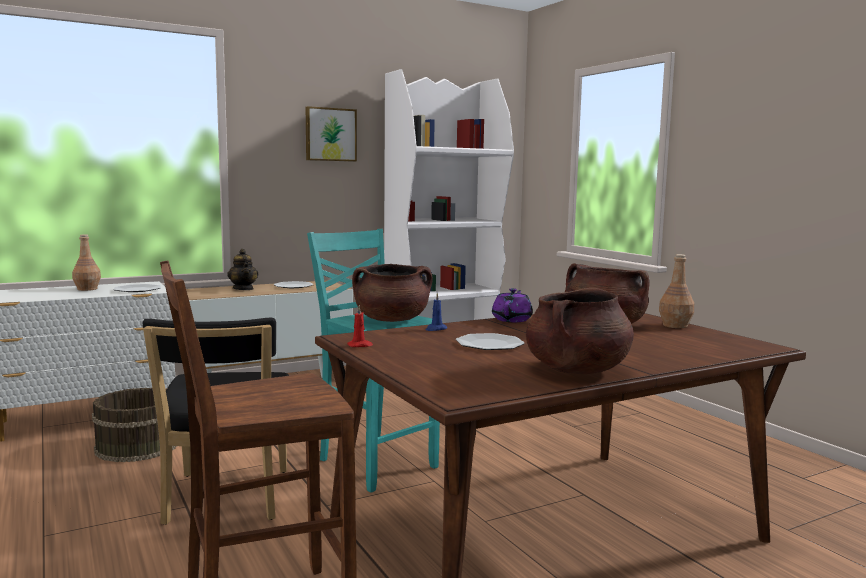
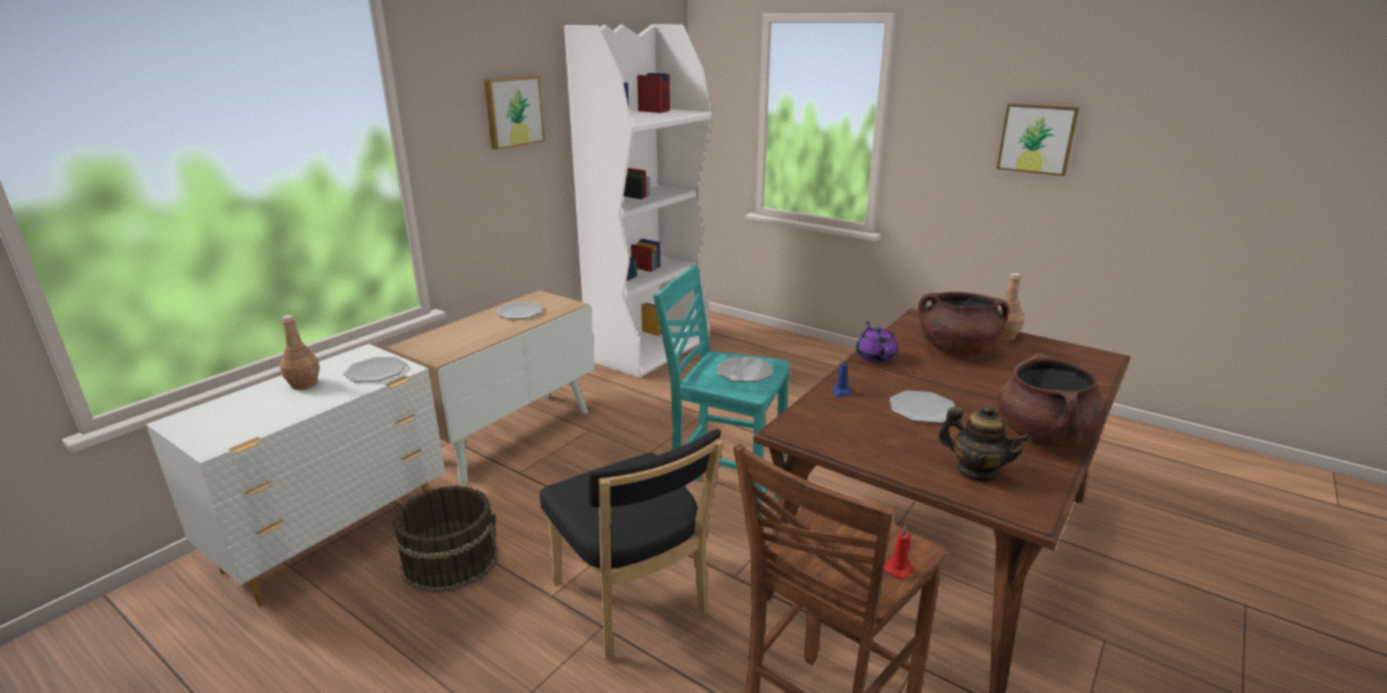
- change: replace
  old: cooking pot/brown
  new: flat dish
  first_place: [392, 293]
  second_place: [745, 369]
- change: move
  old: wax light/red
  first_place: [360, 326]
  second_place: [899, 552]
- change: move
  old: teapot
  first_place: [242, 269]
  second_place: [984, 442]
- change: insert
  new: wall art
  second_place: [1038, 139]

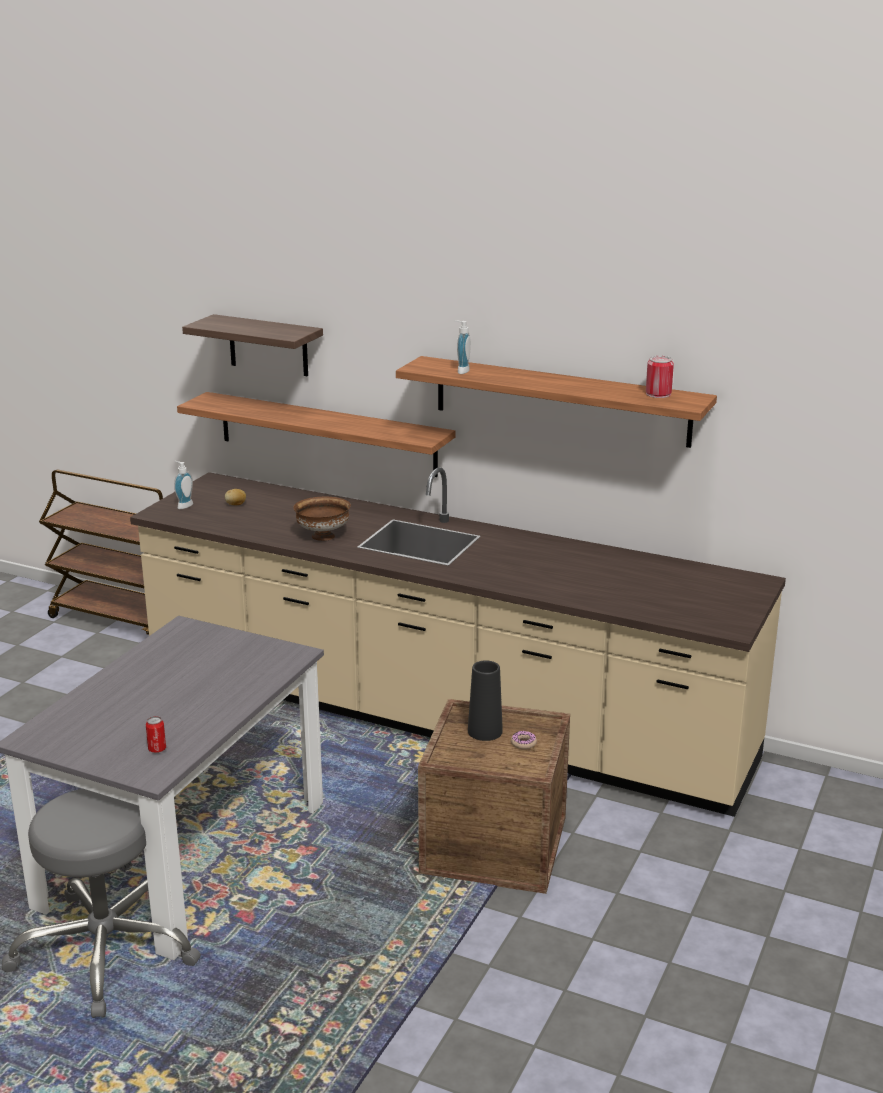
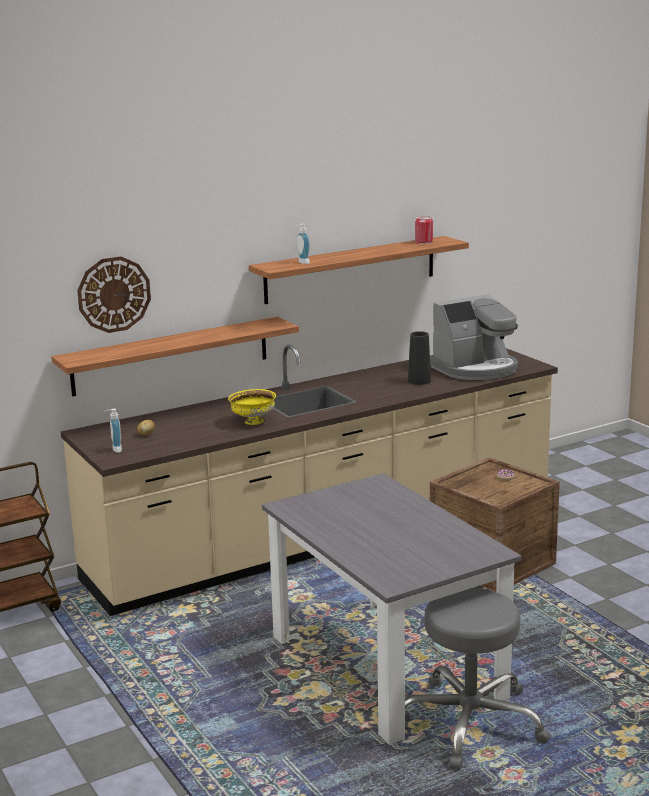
- change: replace
  old: bracket shelf
  new: wall clock
  first_place: [252, 345]
  second_place: [114, 294]
- change: recolor
  old: deep dish/brown
  new: deep dish/yellowish
  first_place: [322, 519]
  second_place: [252, 407]
- change: move
  old: flower vase/black
  first_place: [485, 700]
  second_place: [419, 358]
- change: insert
  new: coffee brewer
  second_place: [474, 337]
- change: delete
  old: can
  first_place: [156, 734]

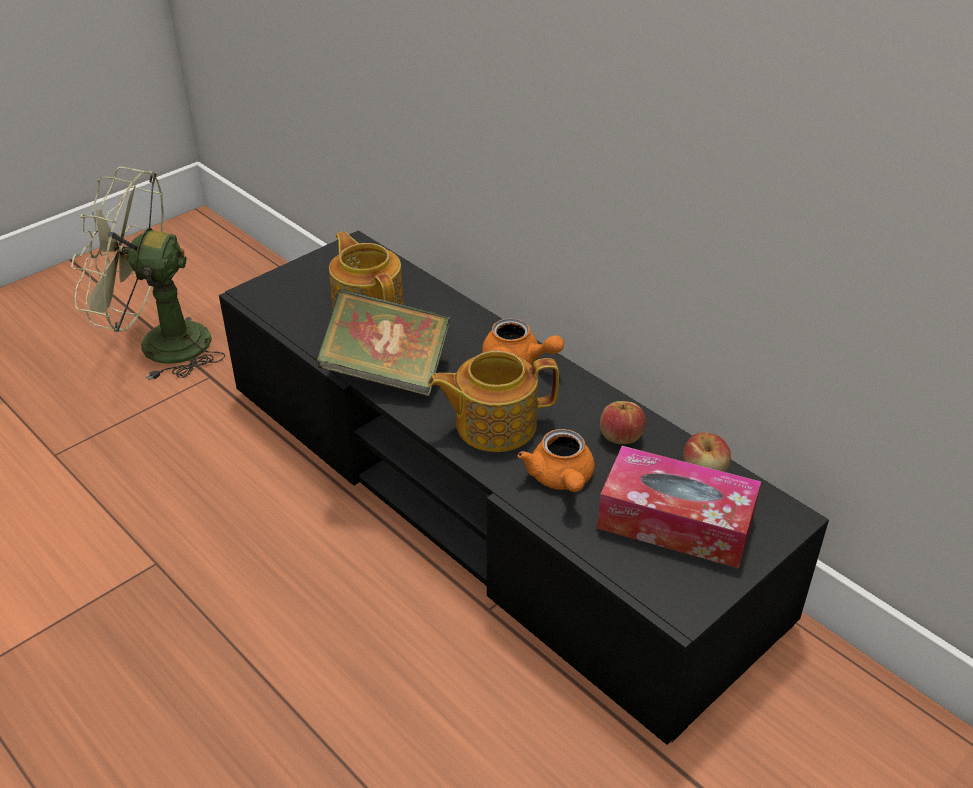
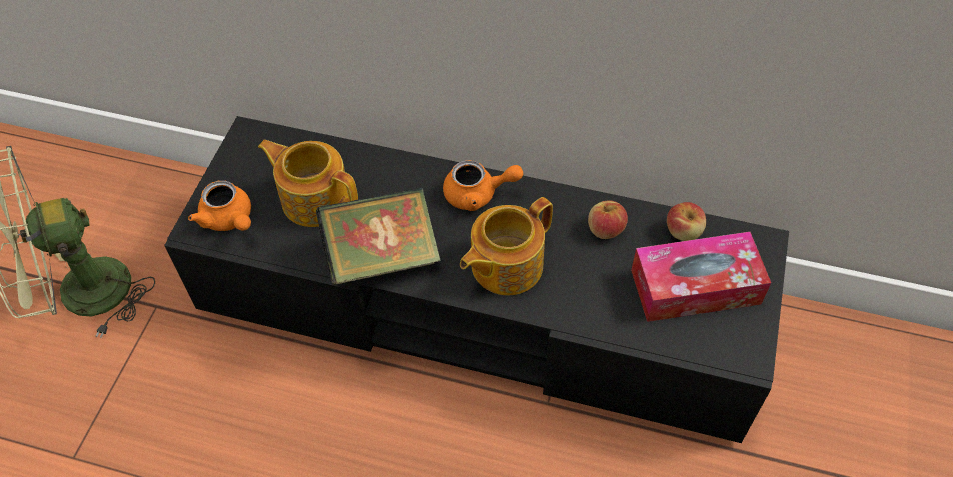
- change: move
  old: teapot/orange
  first_place: [556, 460]
  second_place: [219, 205]

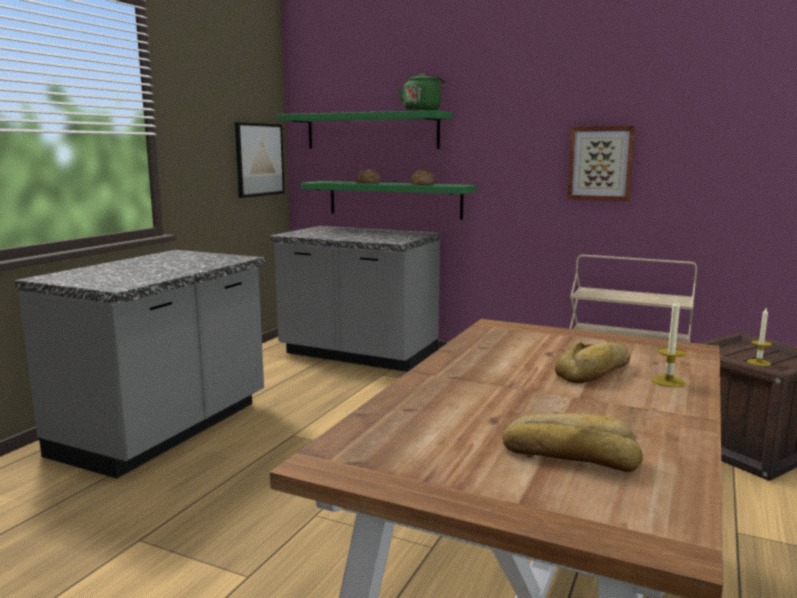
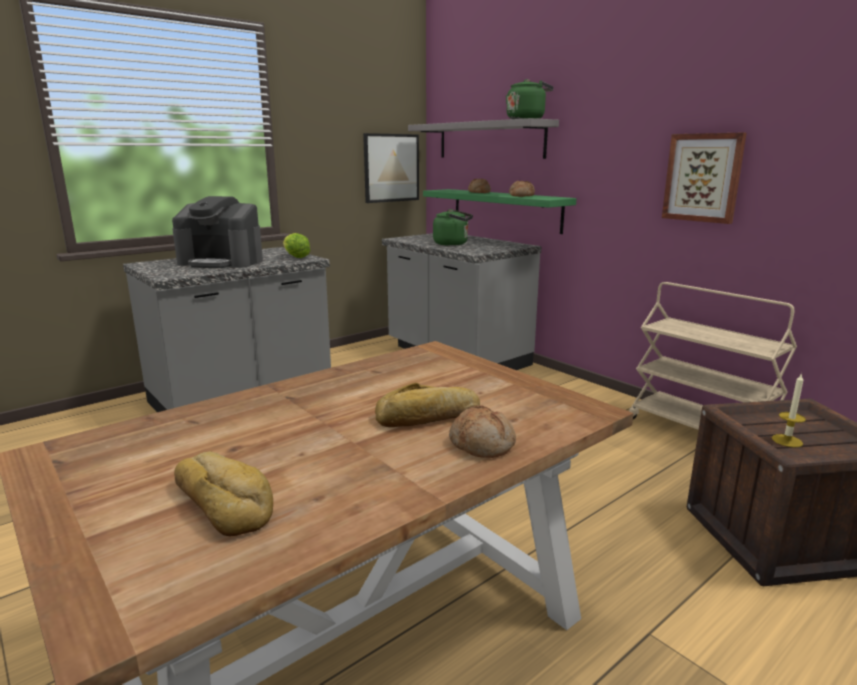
- change: insert
  new: coffee brewer
  second_place: [217, 232]
- change: insert
  new: head of lettuce
  second_place: [296, 245]
- change: recolor
  old: bracket shelf/green-coloured
  new: bracket shelf/gray
  first_place: [365, 129]
  second_place: [483, 138]
- change: insert
  new: water kettle/green-coloured
  second_place: [453, 227]
- change: replace
  old: wax light
  new: bakery bread
  first_place: [669, 343]
  second_place: [482, 432]

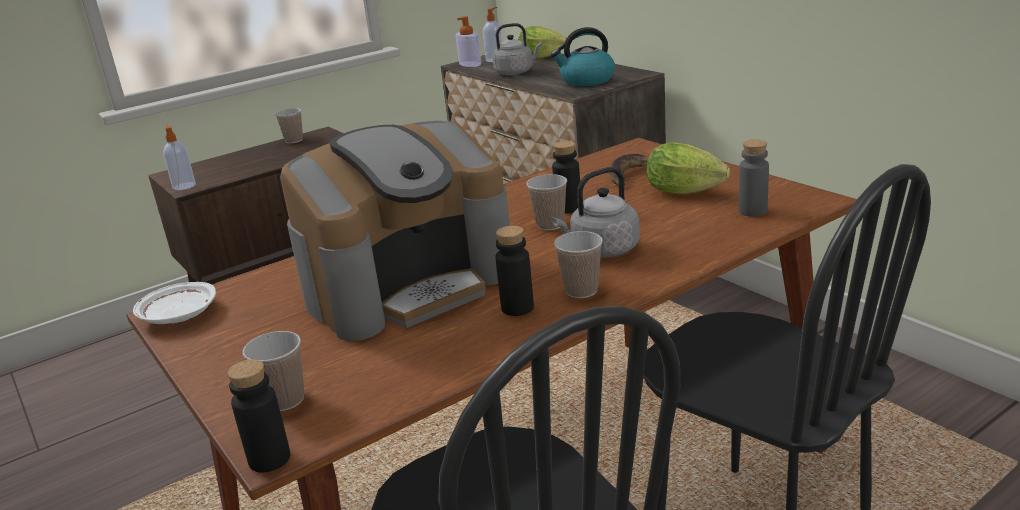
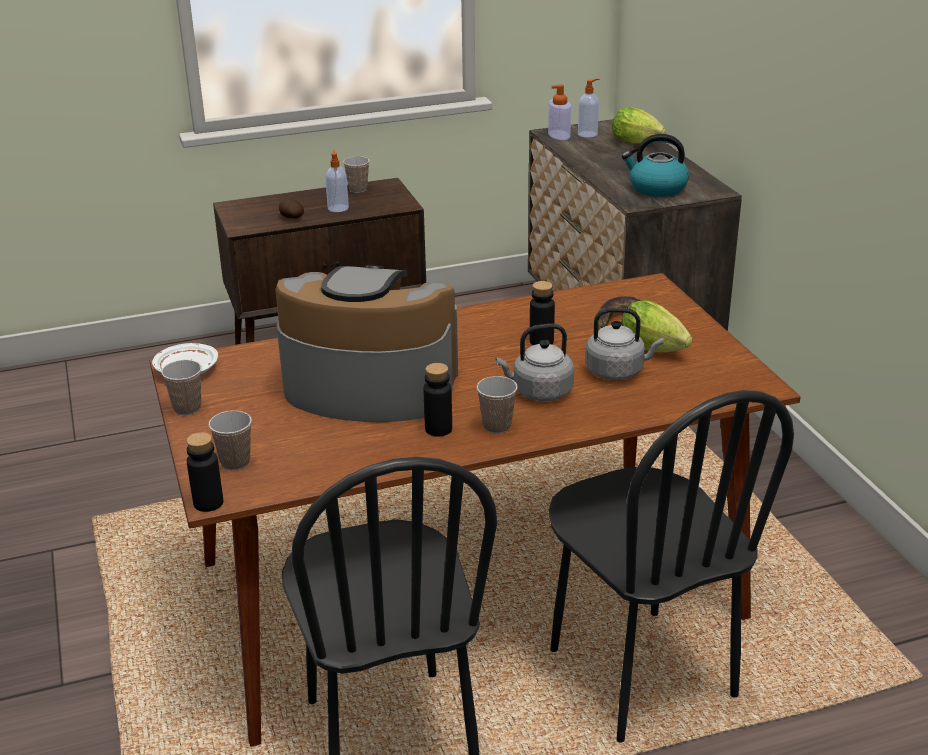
- change: move
  old: small cup
  first_place: [546, 202]
  second_place: [181, 387]
- change: rotate
  old: coffee brewer
  first_place: [395, 231]
  second_place: [366, 343]
  degrees: -150
- change: insert
  new: potato
  second_place: [291, 208]
- change: move
  old: soap dispenser
  first_place: [179, 157]
  second_place: [337, 181]
- change: move
  old: water kettle/gray
  first_place: [517, 49]
  second_place: [624, 343]
- change: delete
  old: bottle/gray
  first_place: [754, 178]

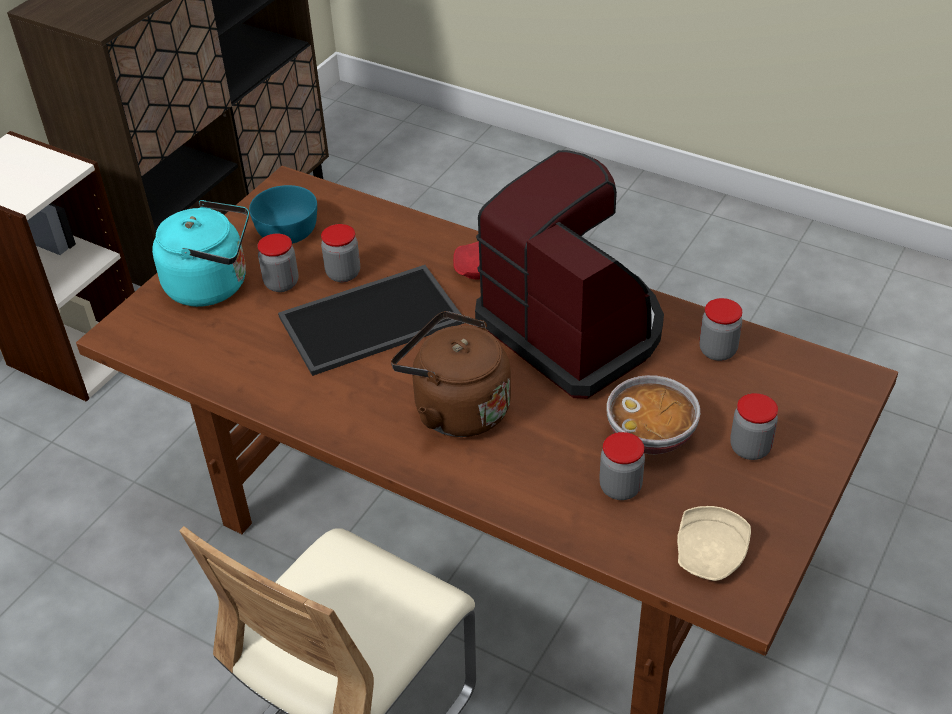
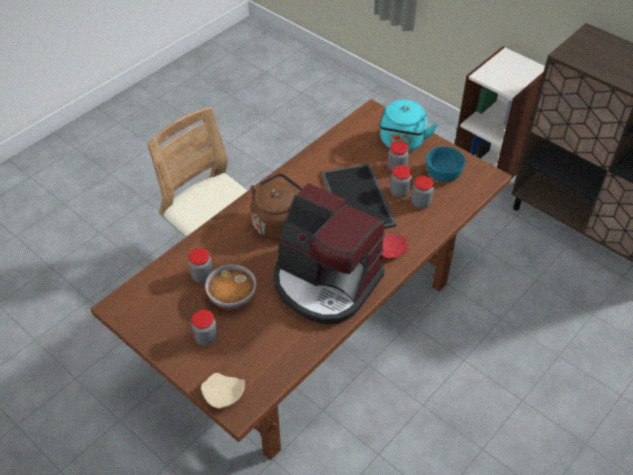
- change: move
  old: flat dish/beige
  first_place: [714, 543]
  second_place: [223, 390]
- change: rotate
  old: coffee brewer
  first_place: [569, 274]
  second_place: [329, 253]
  degrees: 60
- change: move
  old: preserve jar
  first_place: [720, 329]
  second_place: [422, 192]

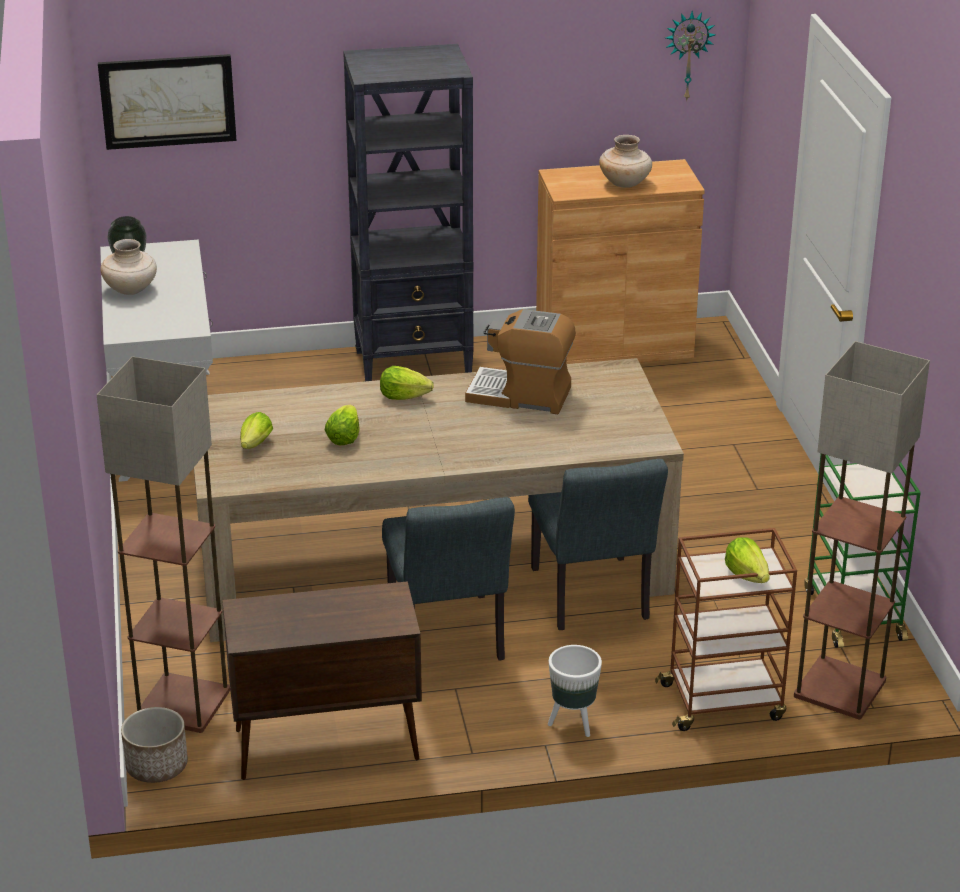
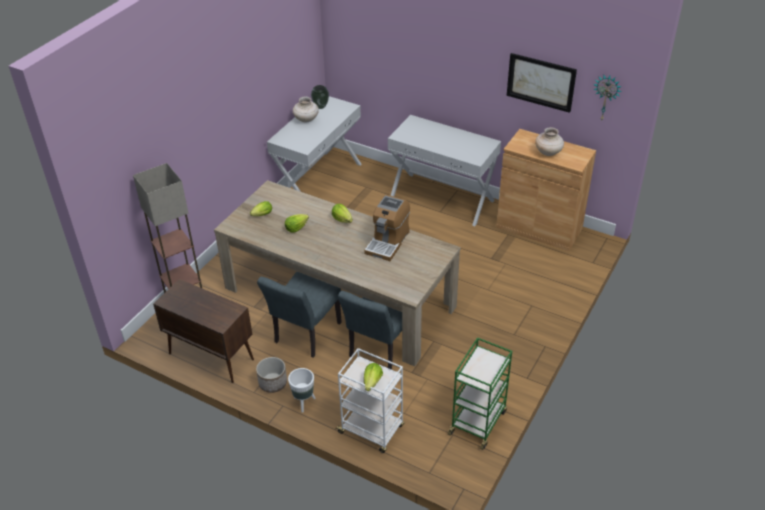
- change: move
  old: planter
  first_place: [154, 745]
  second_place: [271, 375]
- change: recolor
  old: wheeled cart/brown
  new: wheeled cart/whitish
  first_place: [726, 629]
  second_place: [370, 400]
- change: rotate
  old: coffee brewer
  first_place: [520, 361]
  second_place: [387, 228]
  degrees: -120
- change: replace
  old: bookcase/black
  new: console table/whitish
  first_place: [408, 213]
  second_place: [444, 170]
- change: move
  old: wall art
  first_place: [167, 102]
  second_place: [542, 83]
- change: delete
  old: standard lamp
  first_place: [862, 530]

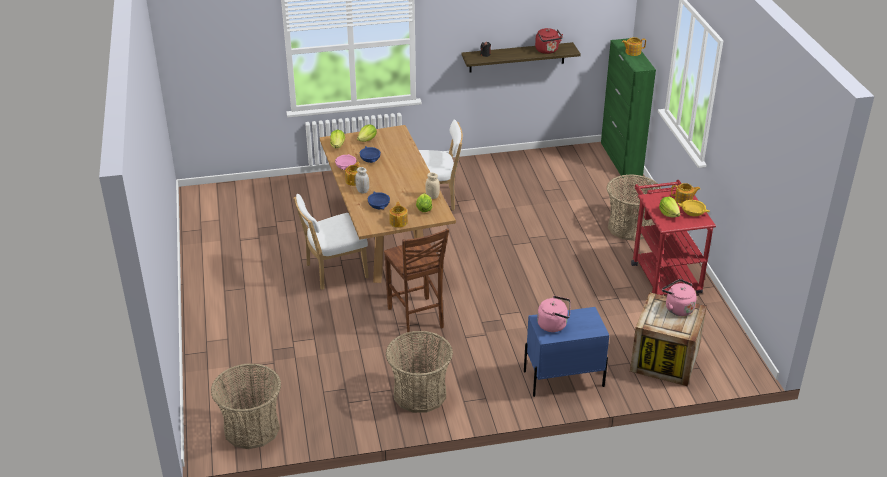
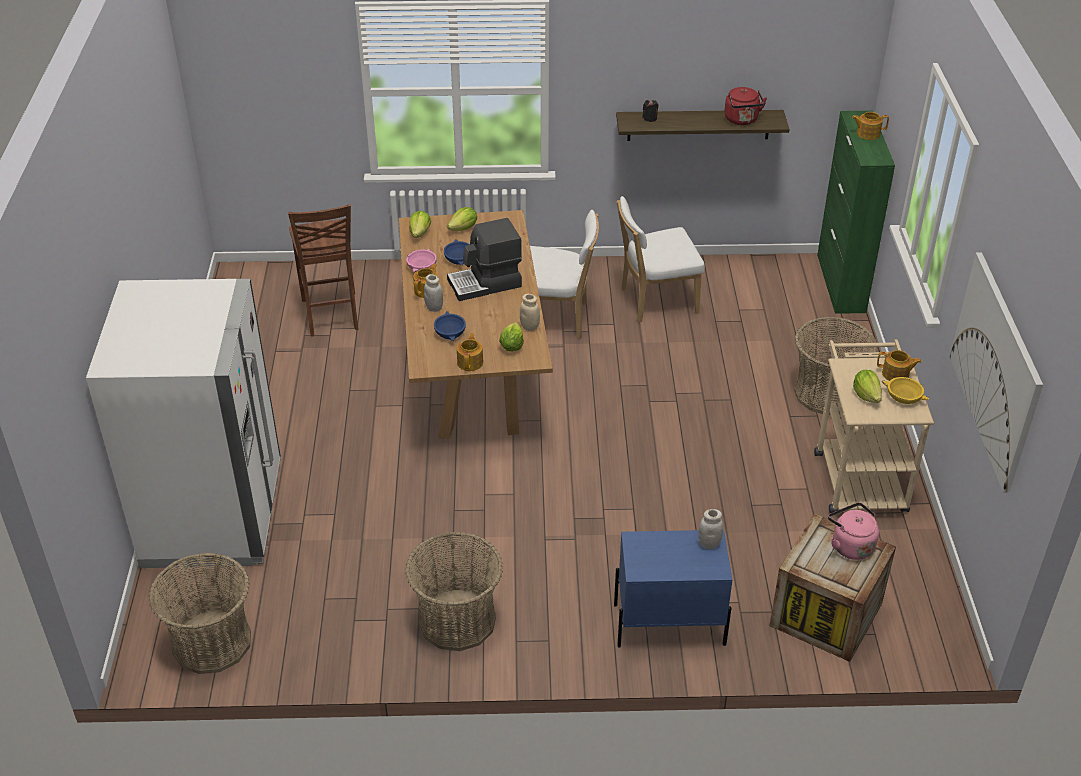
- change: insert
  new: kitchen fridge/whitish
  second_place: [183, 423]
- change: move
  old: chair/brown
  first_place: [416, 282]
  second_place: [323, 270]
- change: insert
  new: coffee brewer
  second_place: [484, 259]
- change: move
  old: chair/whitish
  first_place: [331, 242]
  second_place: [661, 259]
- change: insert
  new: preserve jar/whitish
  second_place: [710, 529]
- change: recolor
  old: wheeled cart/red
  new: wheeled cart/beige
  first_place: [673, 237]
  second_place: [874, 426]
- change: insert
  new: wall art
  second_place: [996, 372]
- change: delete
  old: water kettle/pink
  first_place: [554, 314]

